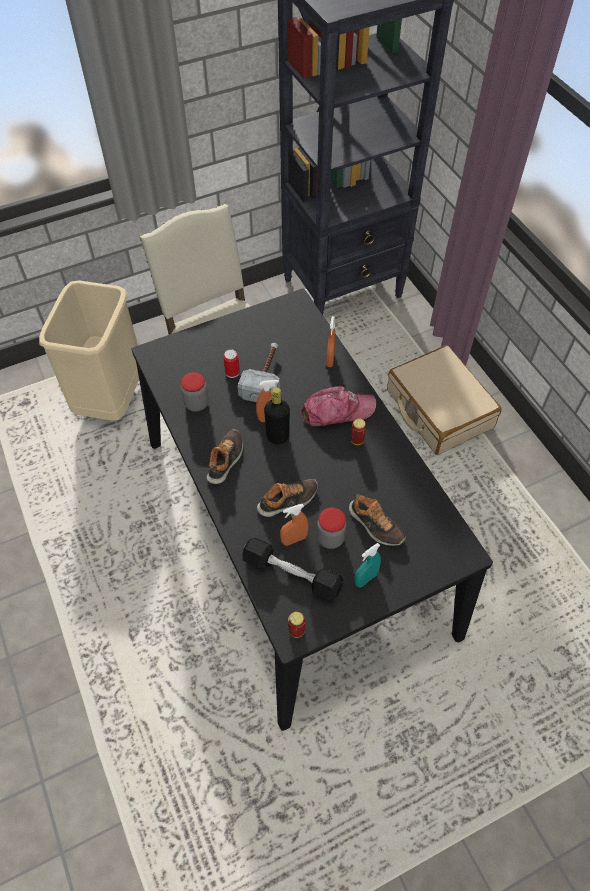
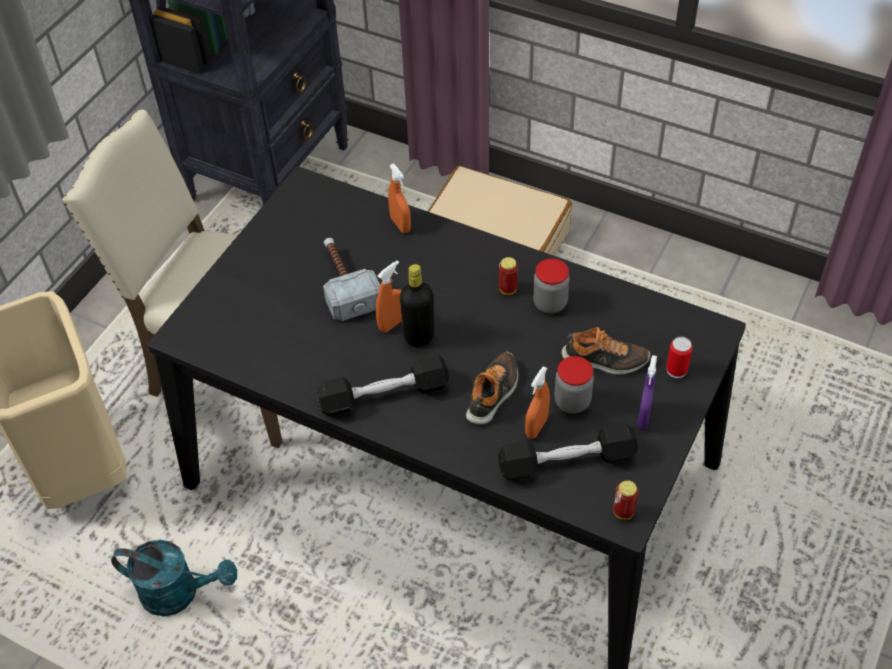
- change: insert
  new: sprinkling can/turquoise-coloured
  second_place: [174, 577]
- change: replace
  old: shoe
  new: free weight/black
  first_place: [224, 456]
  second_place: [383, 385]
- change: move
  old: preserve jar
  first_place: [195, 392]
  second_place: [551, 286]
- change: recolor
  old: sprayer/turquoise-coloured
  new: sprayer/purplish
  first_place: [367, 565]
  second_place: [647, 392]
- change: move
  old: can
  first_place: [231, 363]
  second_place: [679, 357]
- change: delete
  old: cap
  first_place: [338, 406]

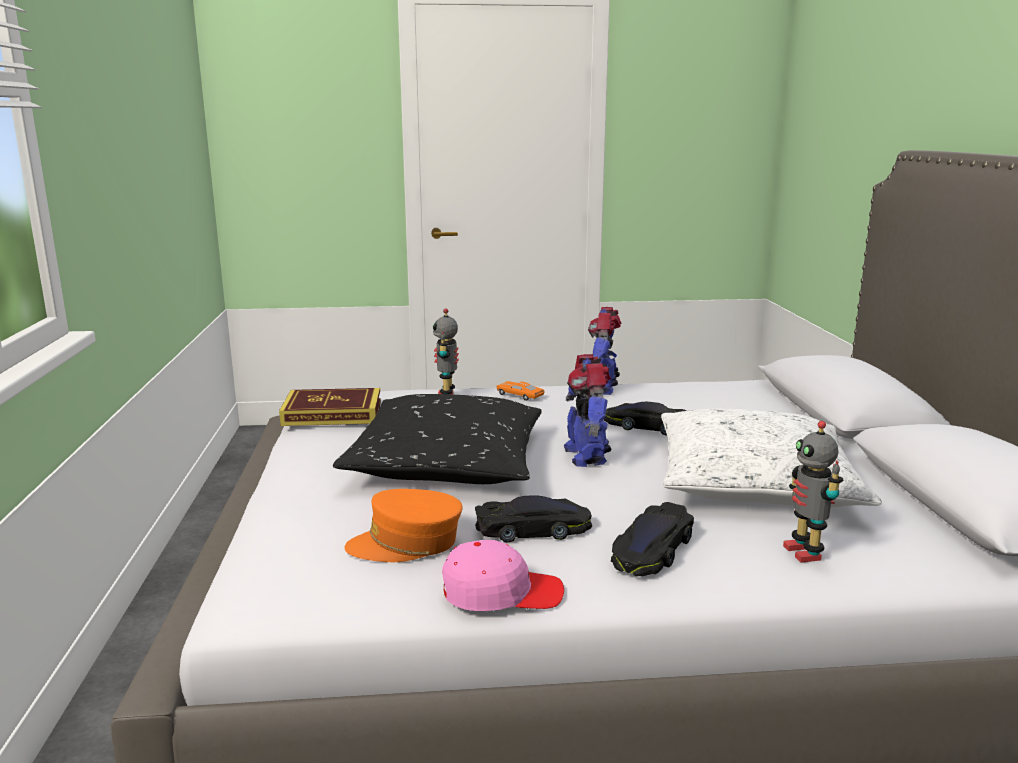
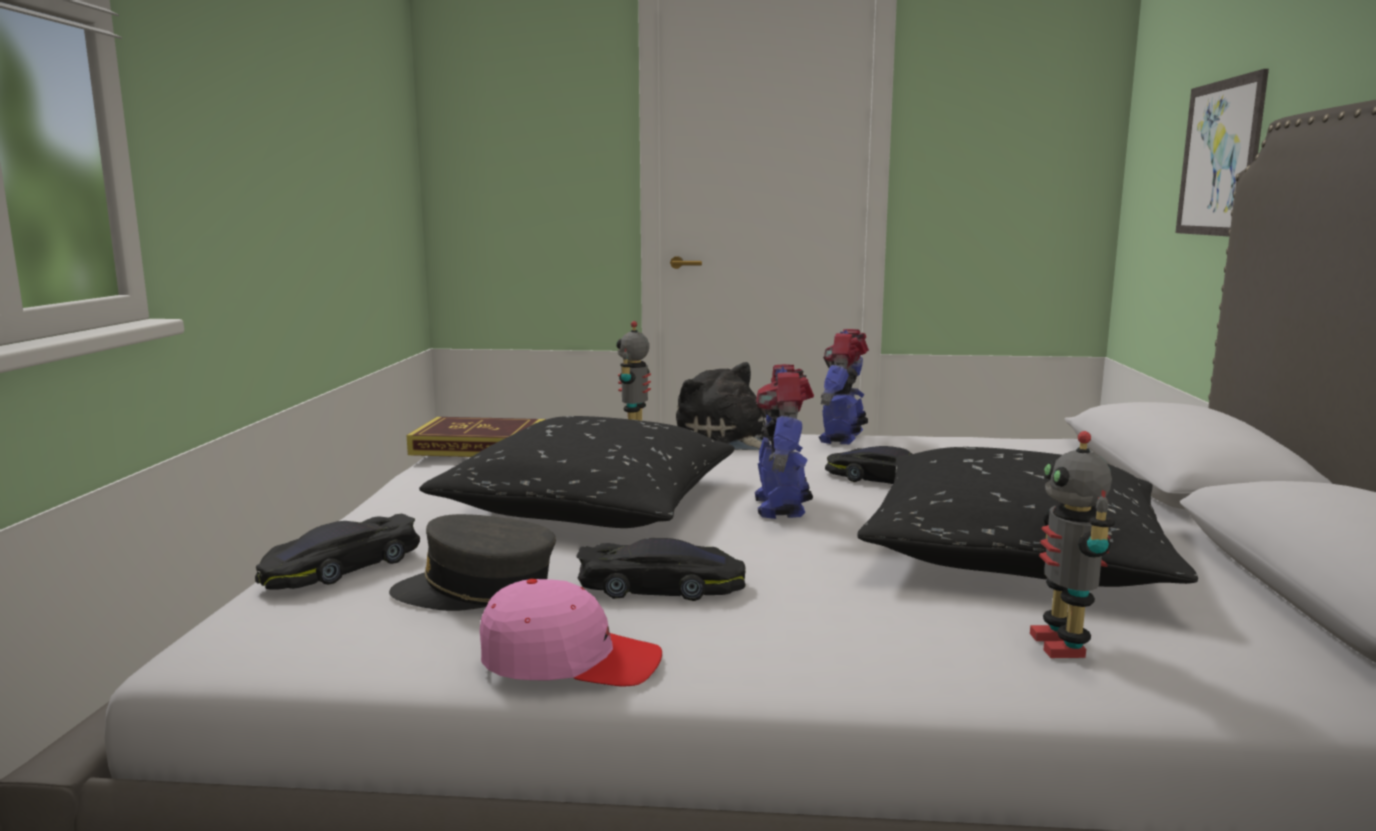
- change: move
  old: toy car/black
  first_place: [652, 539]
  second_place: [337, 551]
- change: recolor
  old: cap/orange
  new: cap/gray
  first_place: [403, 525]
  second_place: [472, 562]
- change: replace
  old: toy car/orange
  new: plush toy
  first_place: [520, 391]
  second_place: [723, 406]
- change: recolor
  old: throw pillow/whitish
  new: throw pillow/black
  first_place: [771, 458]
  second_place: [1027, 517]
- change: insert
  new: wall art
  second_place: [1222, 153]

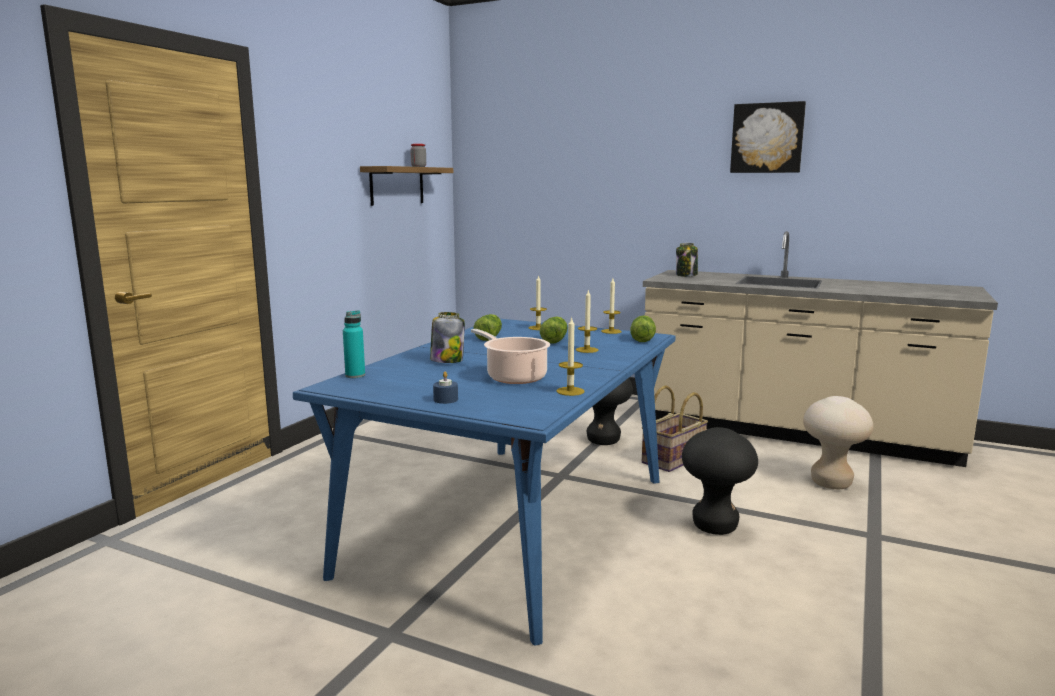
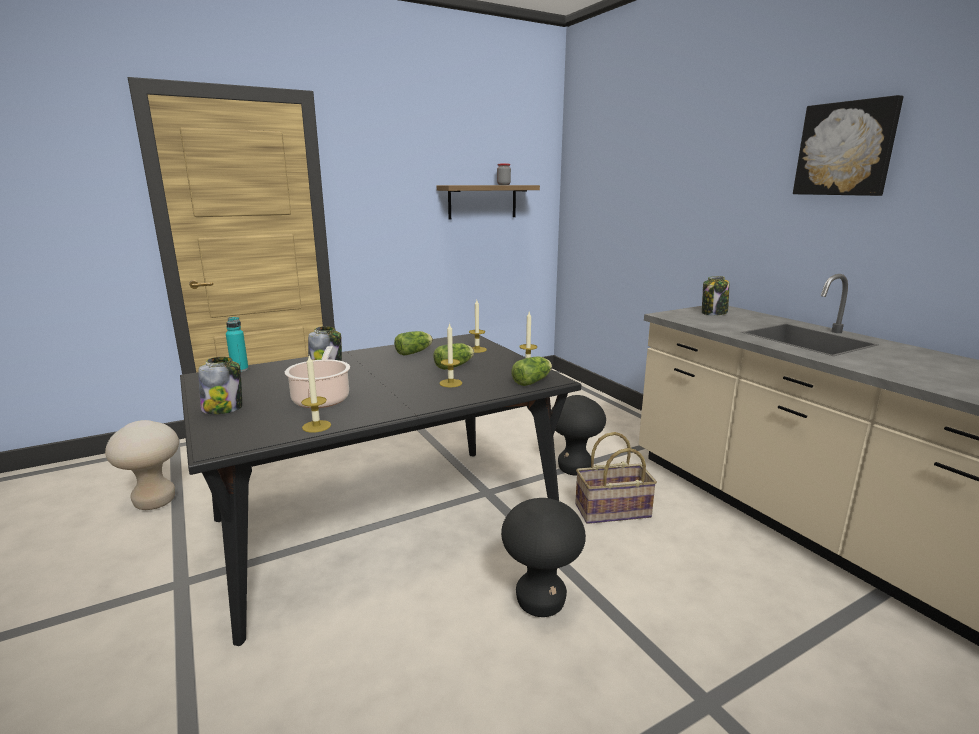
- change: move
  old: stool seat/beige
  first_place: [838, 442]
  second_place: [142, 465]
- change: recolor
  old: kitchen table/blue
  new: kitchen table/black
  first_place: [484, 482]
  second_place: [380, 490]
- change: replace
  old: wax light/blue
  new: preserve jar
  first_place: [445, 388]
  second_place: [220, 385]

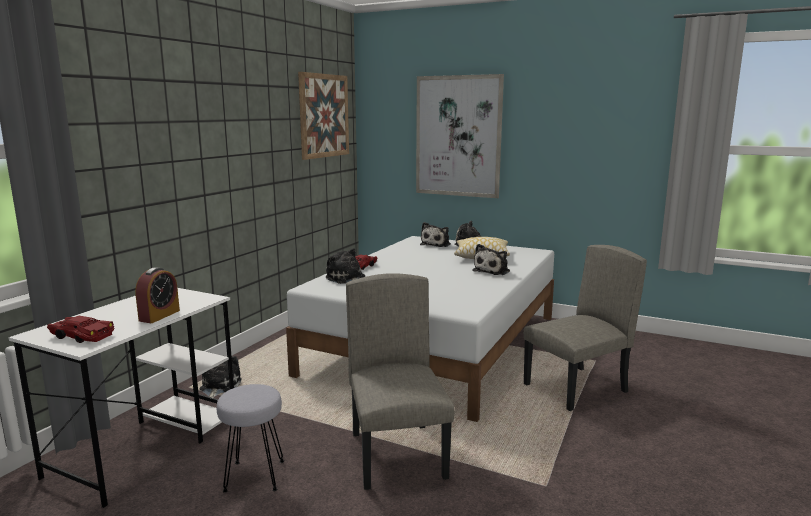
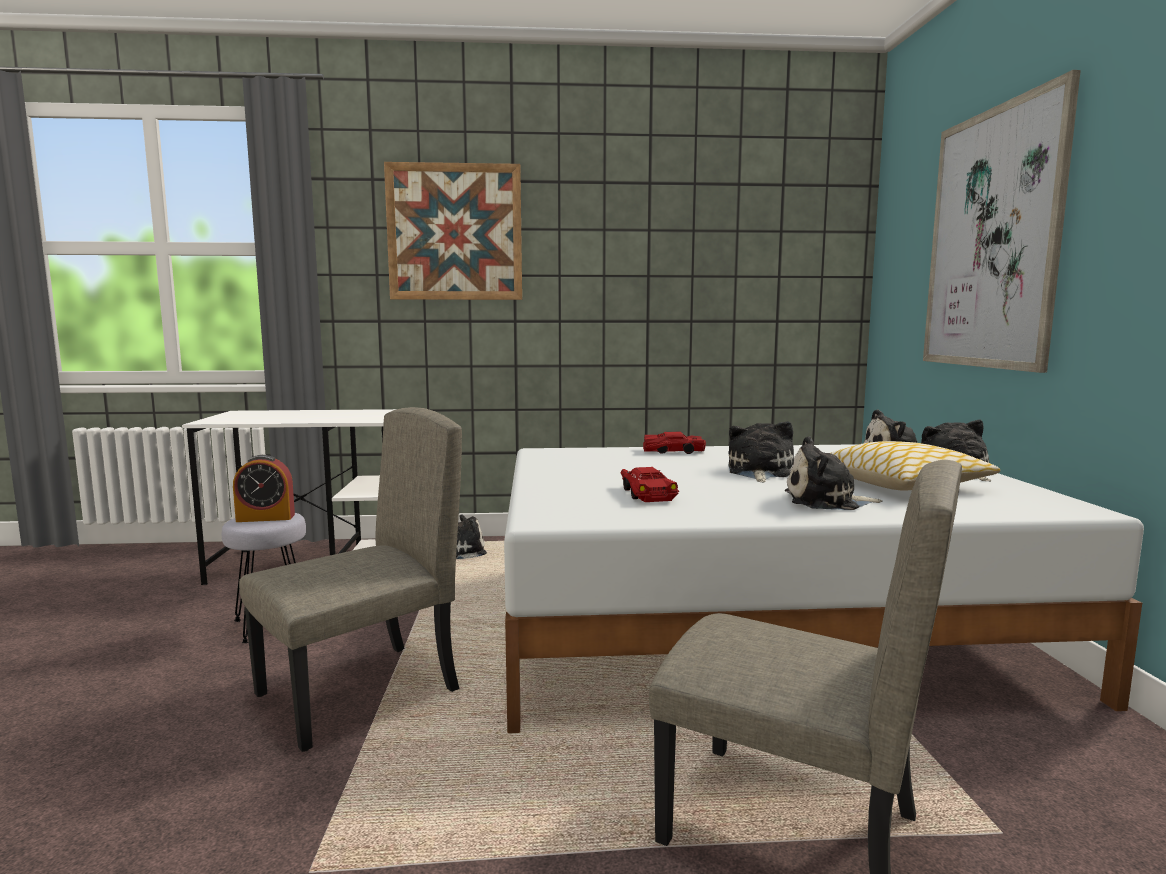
- change: move
  old: bedside clock
  first_place: [157, 295]
  second_place: [264, 488]
- change: move
  old: wall art
  first_place: [323, 116]
  second_place: [453, 231]
- change: move
  old: toy car/red
  first_place: [81, 329]
  second_place: [650, 484]
- change: move
  old: plush toy
  first_place: [345, 266]
  second_place: [761, 451]

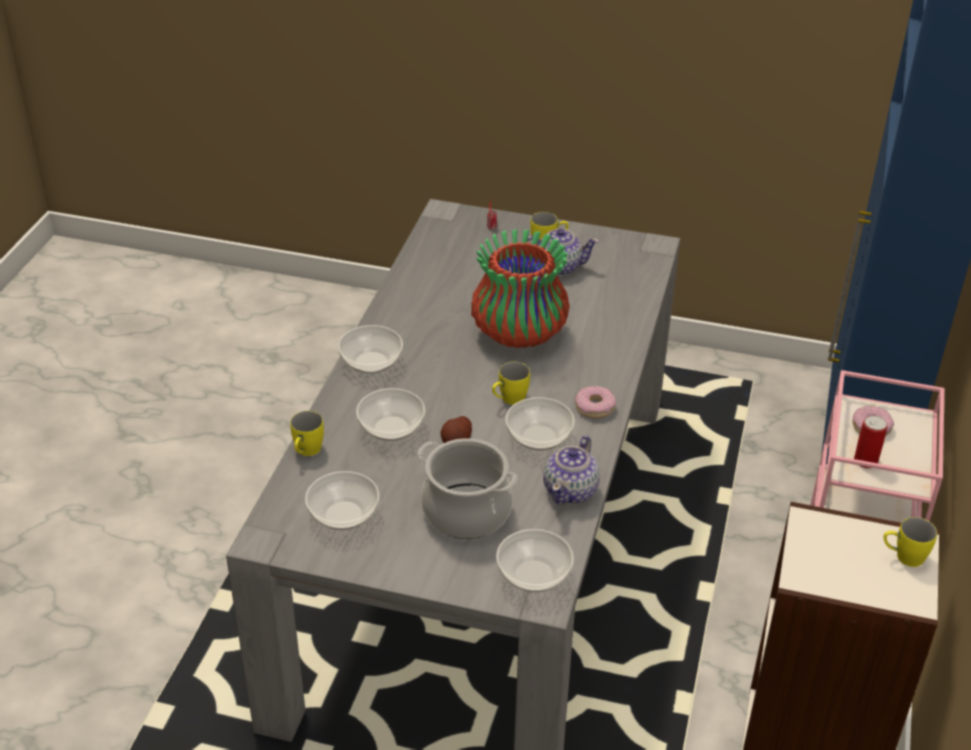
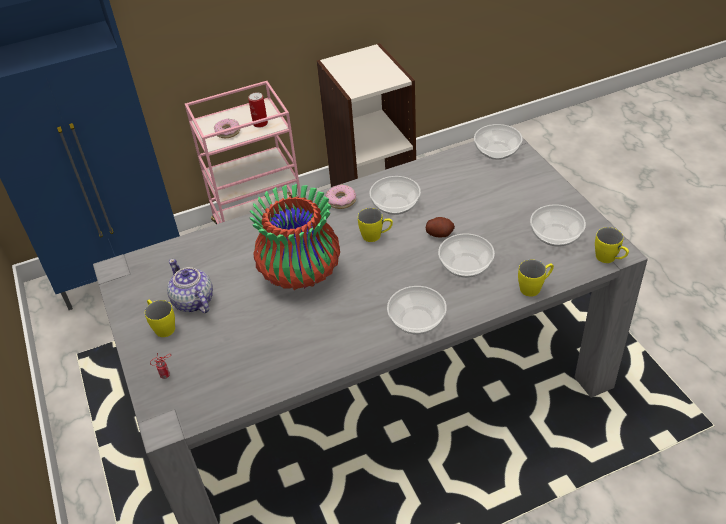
- change: move
  old: mug/yellowish
  first_place: [910, 542]
  second_place: [612, 245]
- change: delete
  old: cooking pot
  first_place: [467, 488]
- change: delete
  old: teapot
  first_place: [571, 469]

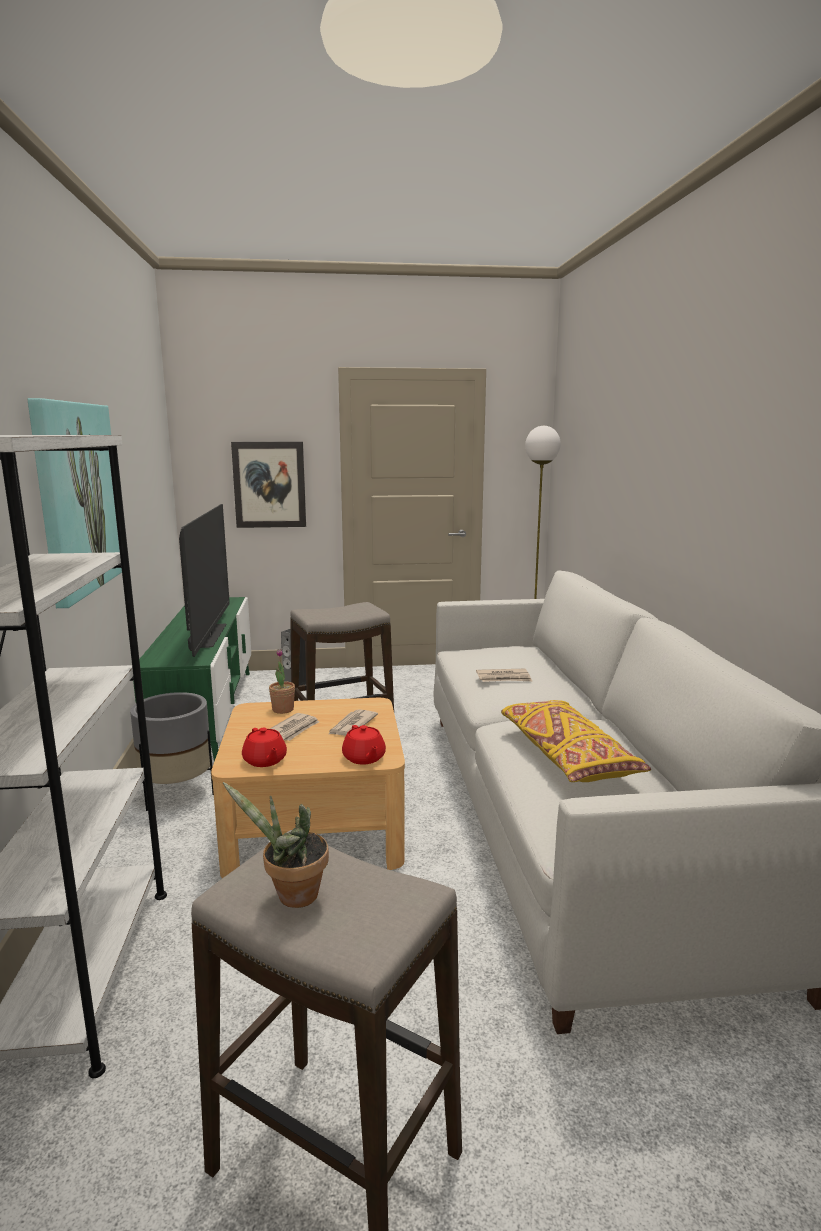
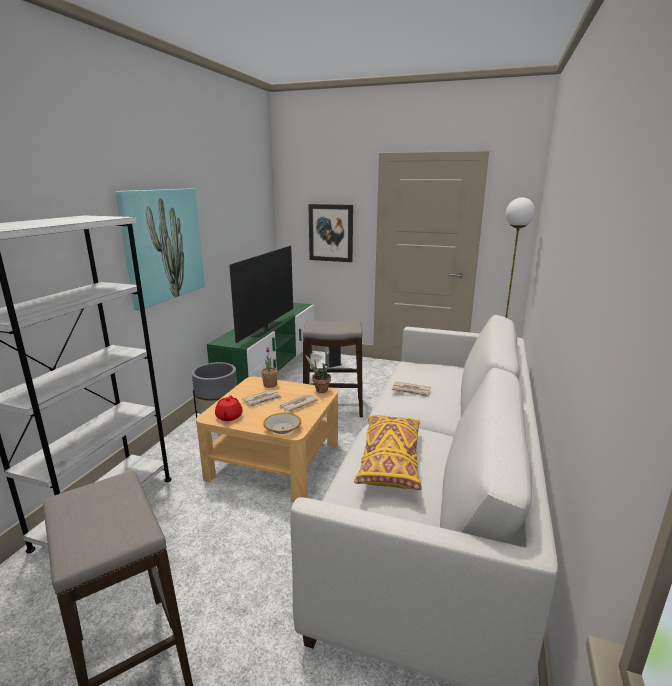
- change: replace
  old: teapot/red
  new: deep dish
  first_place: [364, 744]
  second_place: [282, 423]
- change: move
  old: plant in a pot
  first_place: [276, 845]
  second_place: [318, 373]

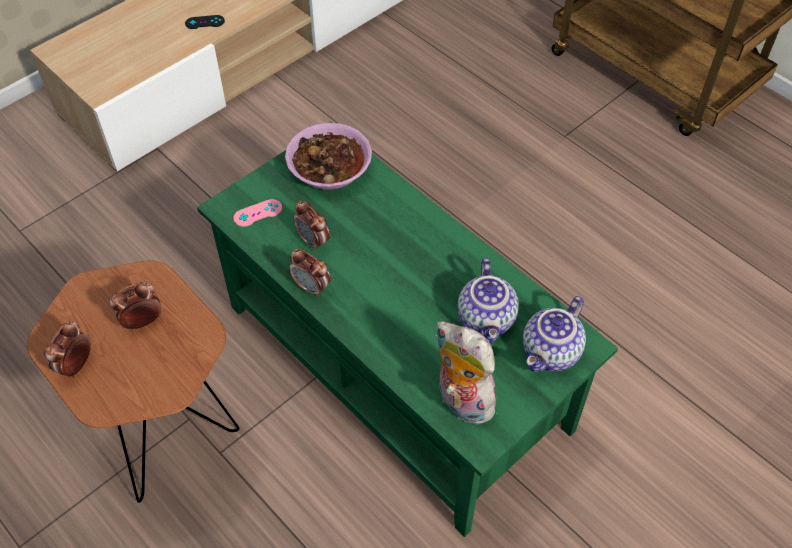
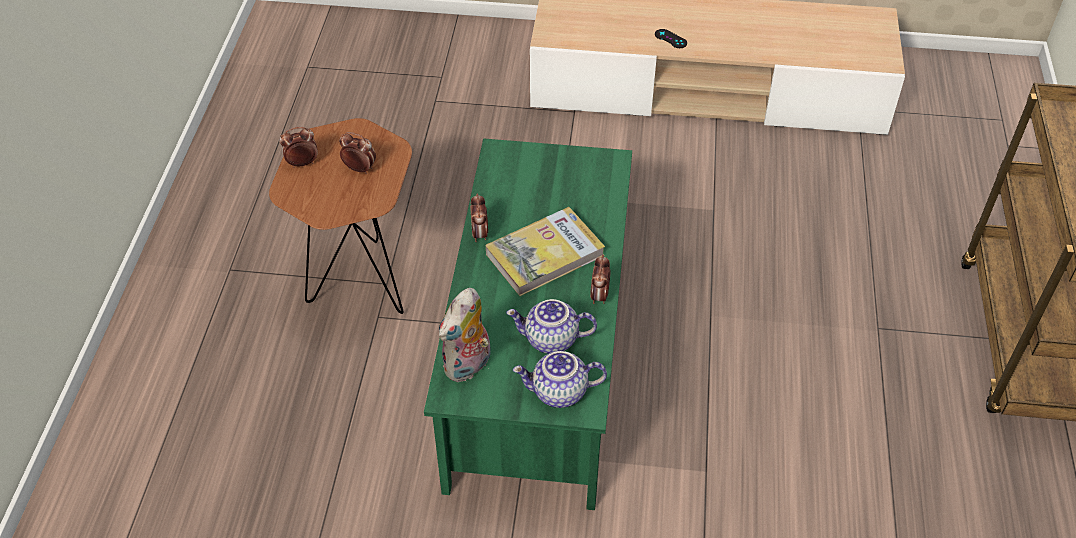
- change: rotate
  old: plush toy
  first_place: [468, 373]
  second_place: [465, 335]
  degrees: -150
- change: insert
  new: bound book
  second_place: [545, 251]
- change: rotate
  old: teapot
  first_place: [488, 300]
  second_place: [551, 326]
  degrees: 45
- change: move
  old: bedside clock
  first_place: [312, 226]
  second_place: [600, 279]
- change: delete
  old: joypad/pink
  first_place: [257, 213]
- change: delete
  old: deep dish
  first_place: [328, 156]

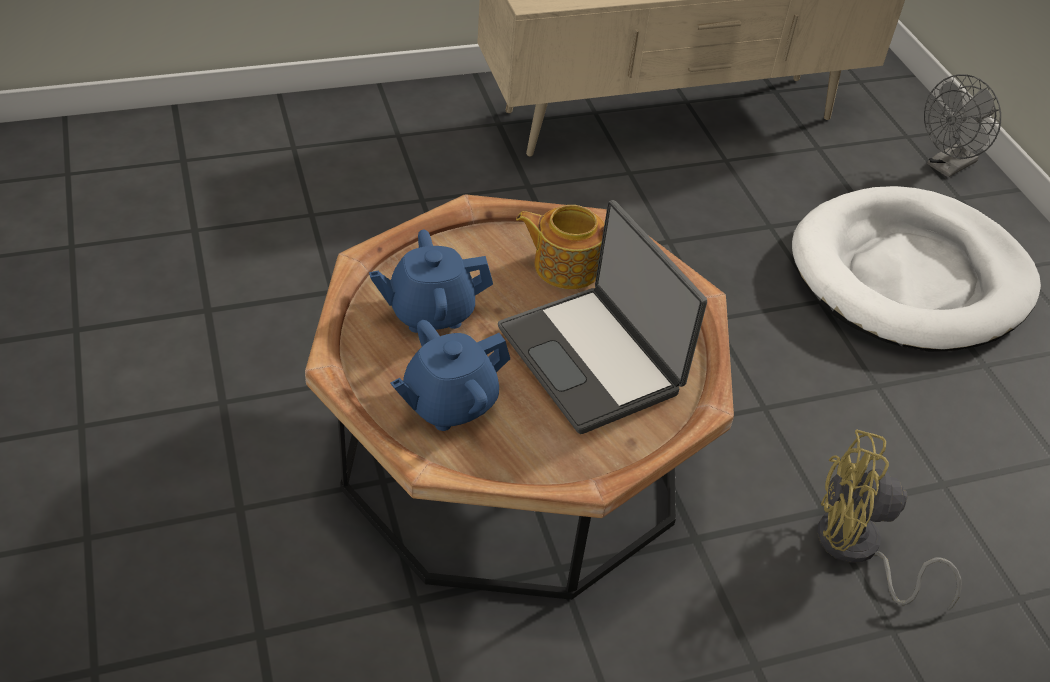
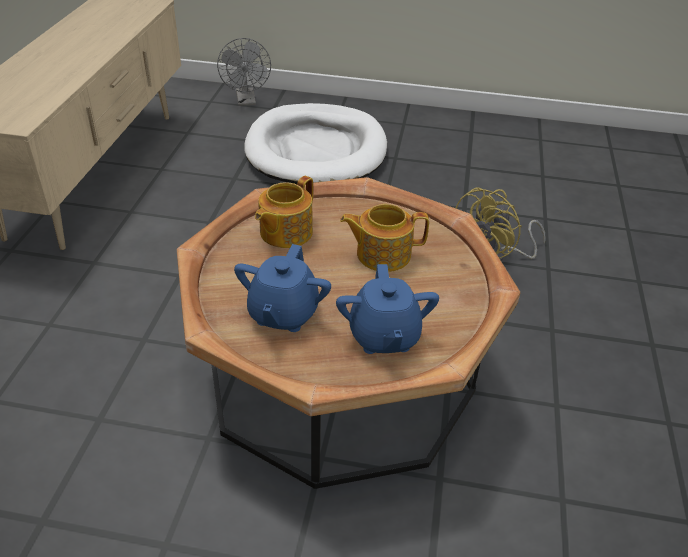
- change: replace
  old: notebook computer
  new: teapot
  first_place: [602, 317]
  second_place: [384, 238]

